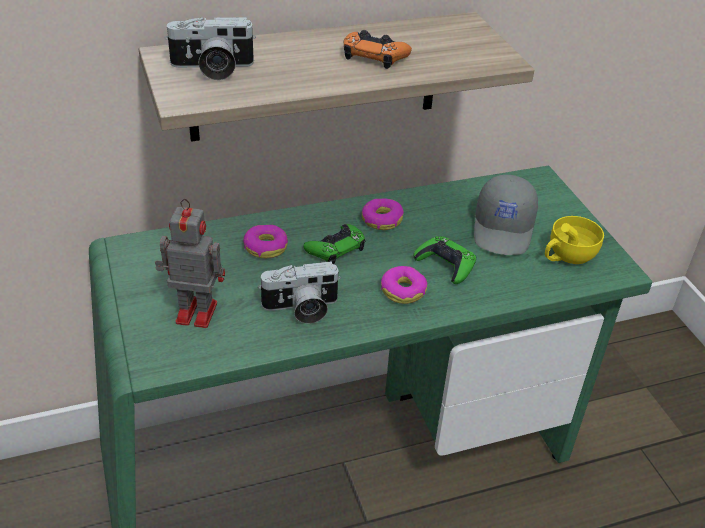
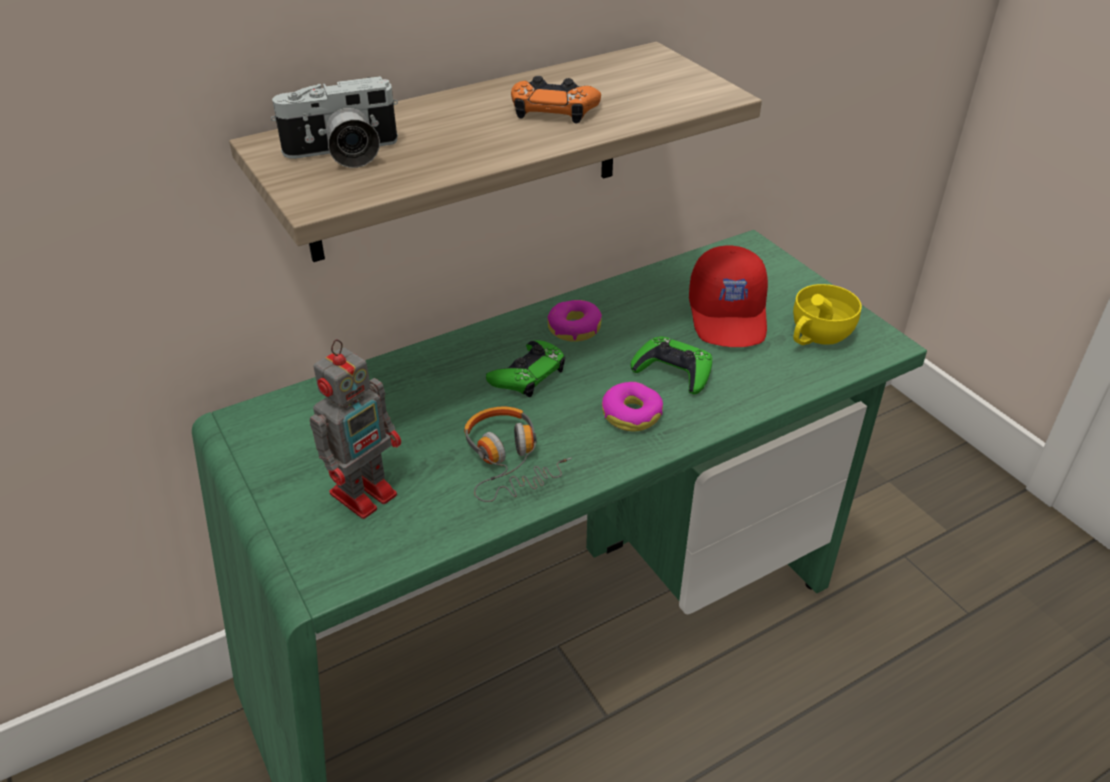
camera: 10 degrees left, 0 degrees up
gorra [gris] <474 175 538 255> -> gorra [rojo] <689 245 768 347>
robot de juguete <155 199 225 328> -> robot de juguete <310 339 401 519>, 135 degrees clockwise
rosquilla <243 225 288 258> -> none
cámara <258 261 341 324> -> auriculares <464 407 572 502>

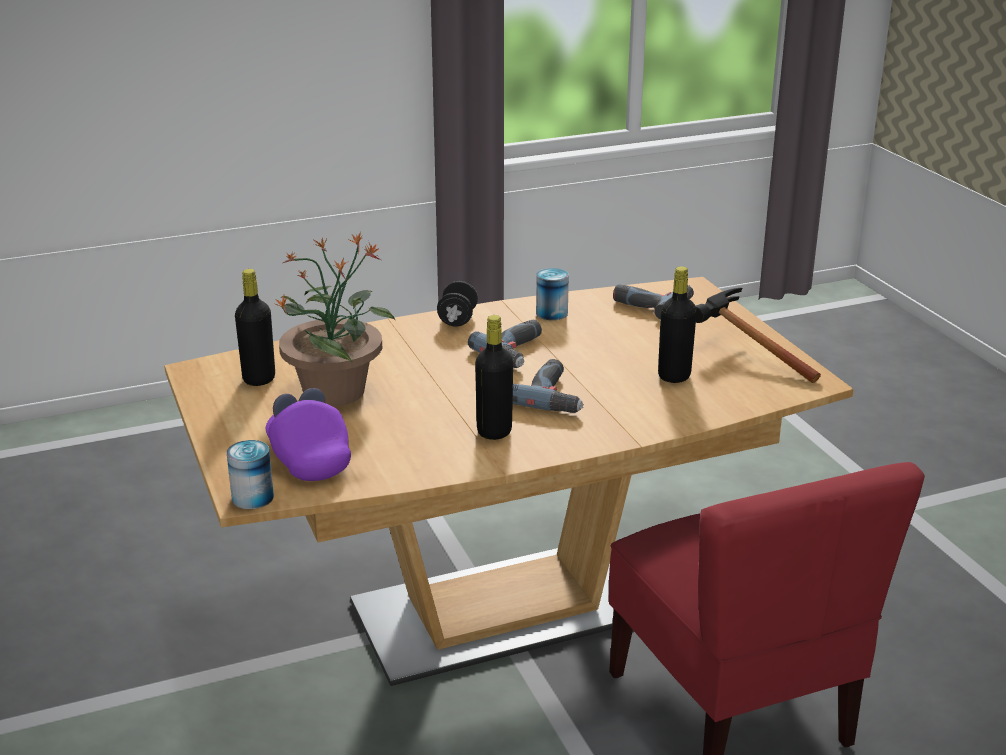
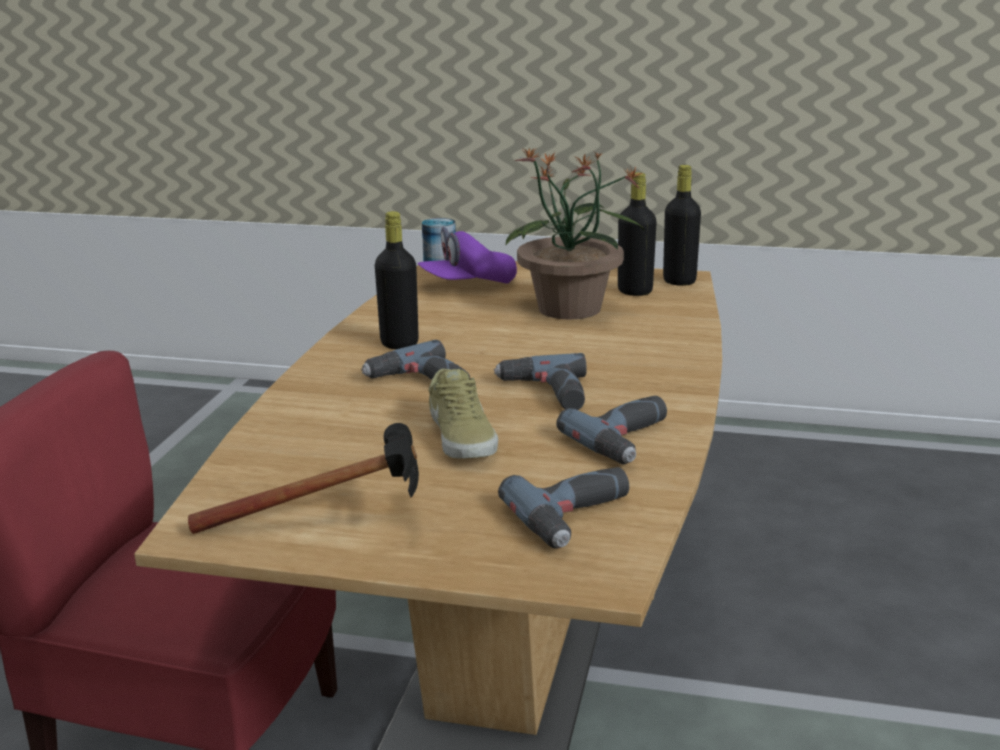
camera: 125 degrees right, 5 degrees down
botella [negro] <658 266 697 383> -> botella [negro] <663 165 701 286>, moved
lata <536 268 569 320> -> taladro <556 396 667 464>
mancuerna [negro] <437 281 478 327> -> none
gorra [morado] <265 388 351 481> -> gorra [morado] <418 227 517 284>, 150 degrees clockwise
none -> zapato [beis] <428 369 498 459>

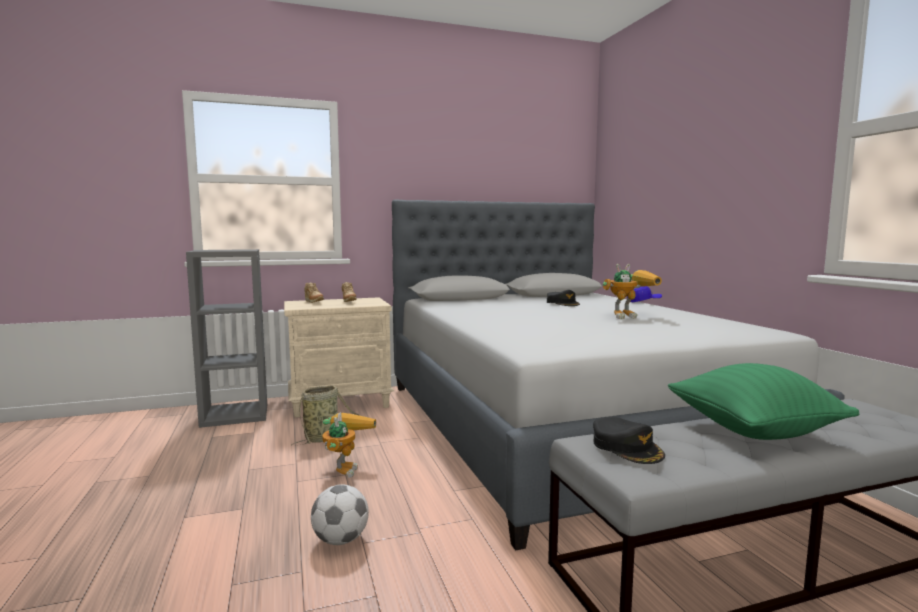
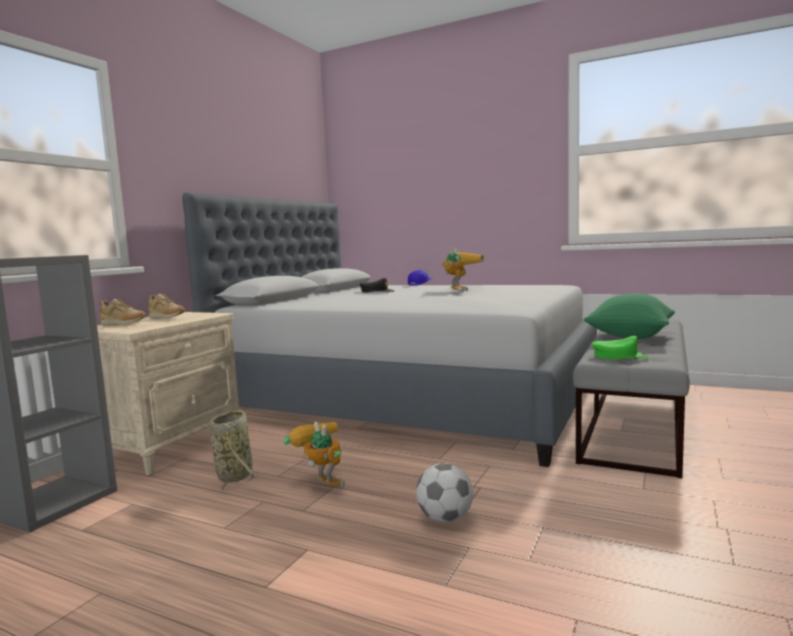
camera: 45 degrees left, 0 degrees up
gorra [negro] <593 417 665 464> -> gorra [verde] <591 336 650 360>

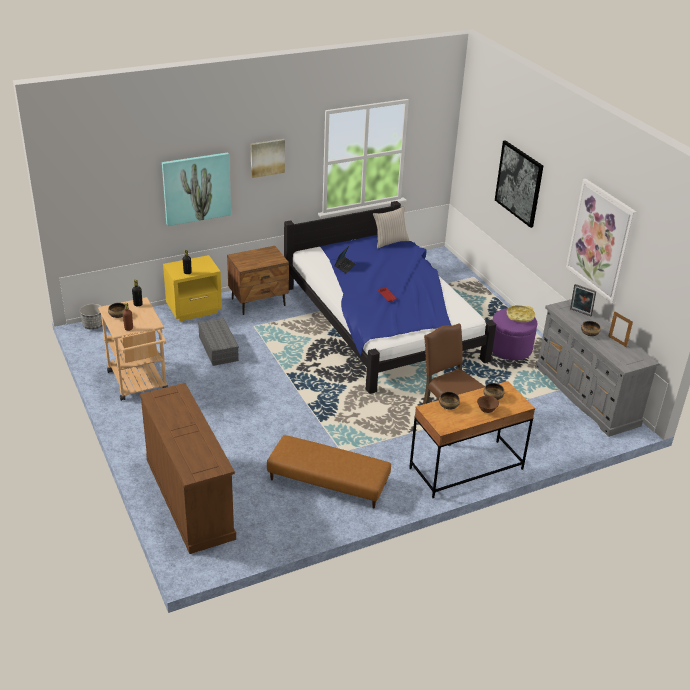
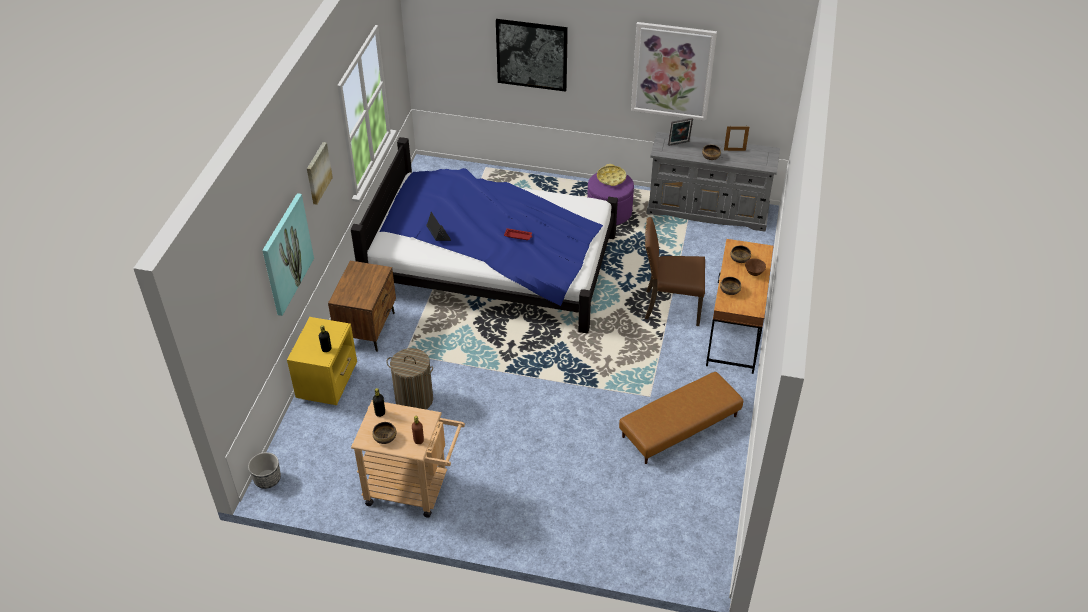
camera: 50 degrees left, 10 degrees up
cojín [beis] <373 206 409 249> -> none
caja de almacenaje [gris] <198 318 239 366> -> cesto de la ropa <387 348 433 410>
cómoda [marrón] <140 383 236 554> -> none

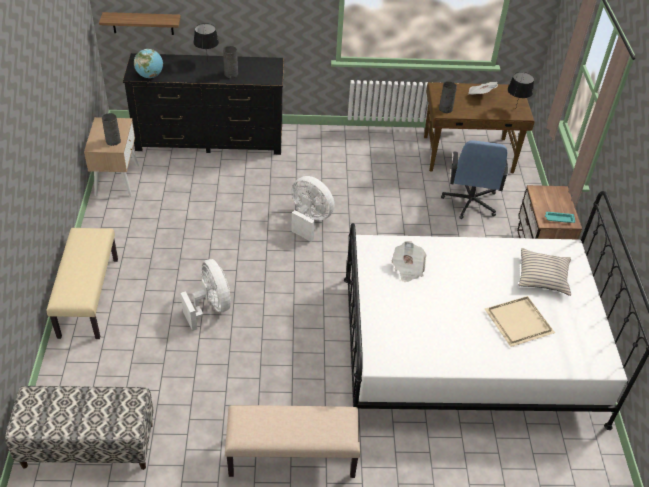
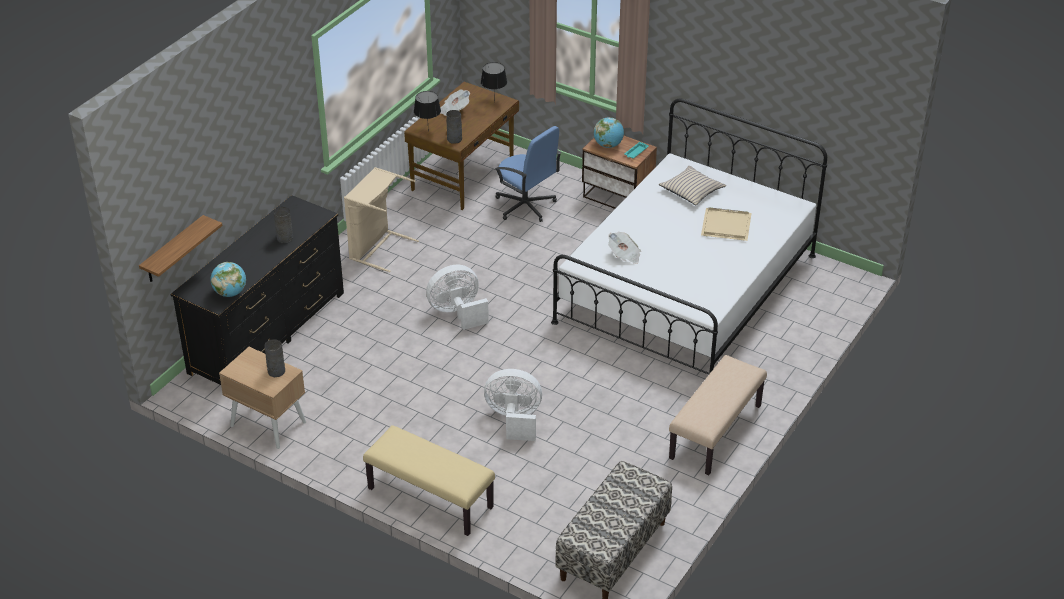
camera: 55 degrees left, 5 degrees down
lámpara de mesa [negro] <194 23 219 62> -> lámpara de mesa [negro] <414 91 441 132>, moved
none -> globo terráqueo <594 117 624 148>
none -> cesto de la ropa [beis] <344 167 419 272>

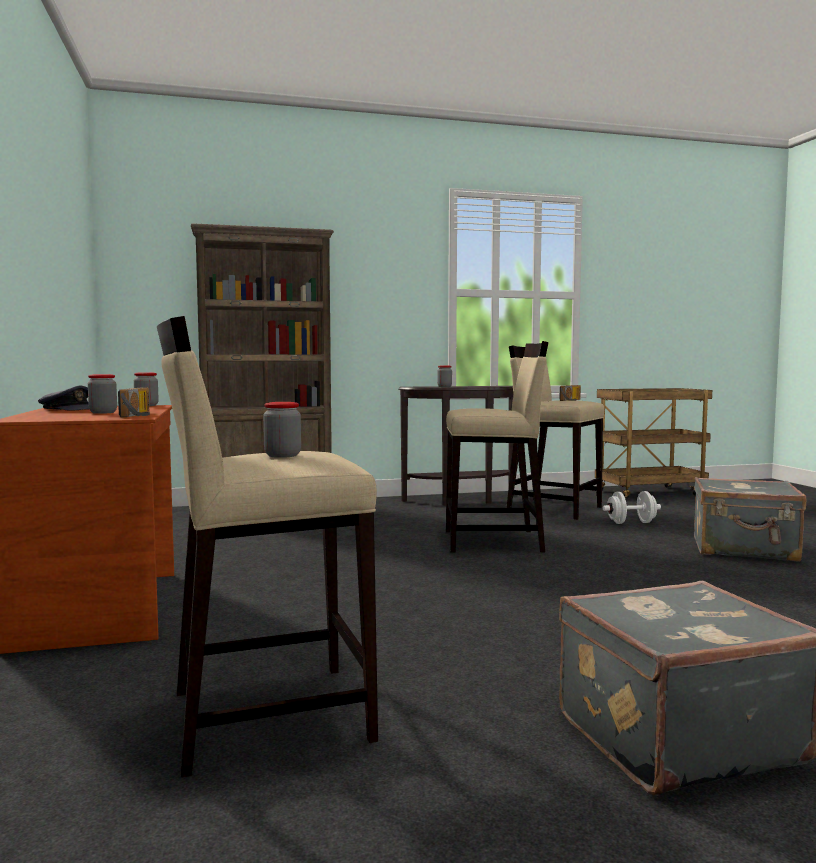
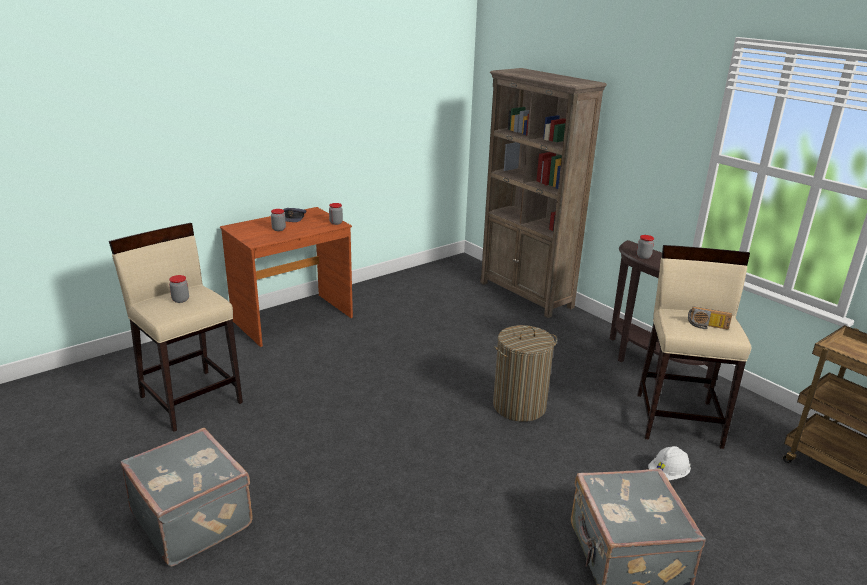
camera: 65 degrees right, 20 degrees up
taburete [beis] <446 341 548 552> -> cesto de la ropa <493 325 557 422>
radio <118 387 150 417> -> none
mancuerna [blanco] <603 491 661 524> -> casco [blanco] <648 446 691 480>

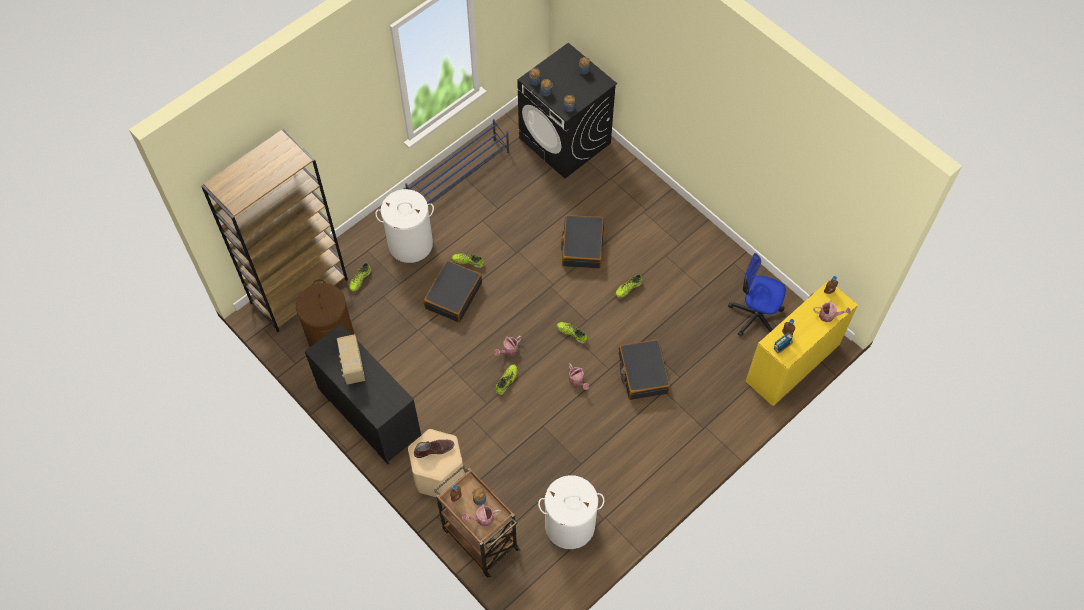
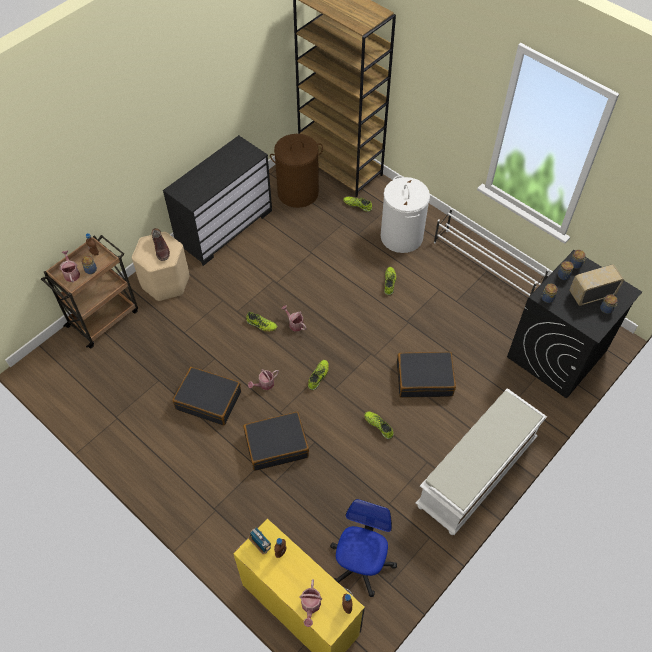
camera: 85 degrees right, 5 degrees down
zapatero [azul] <405 119 509 204> -> zapatero [blanco] <434 208 549 296>
maleta [negro] <424 260 482 323> -> maleta [negro] <173 367 241 426>, moved
radio <337 334 365 385> -> radio <569 264 624 306>, moved
cesto de la ropa [blanco] <538 475 604 549> -> none
none -> banco [blanco] <416 388 547 535>

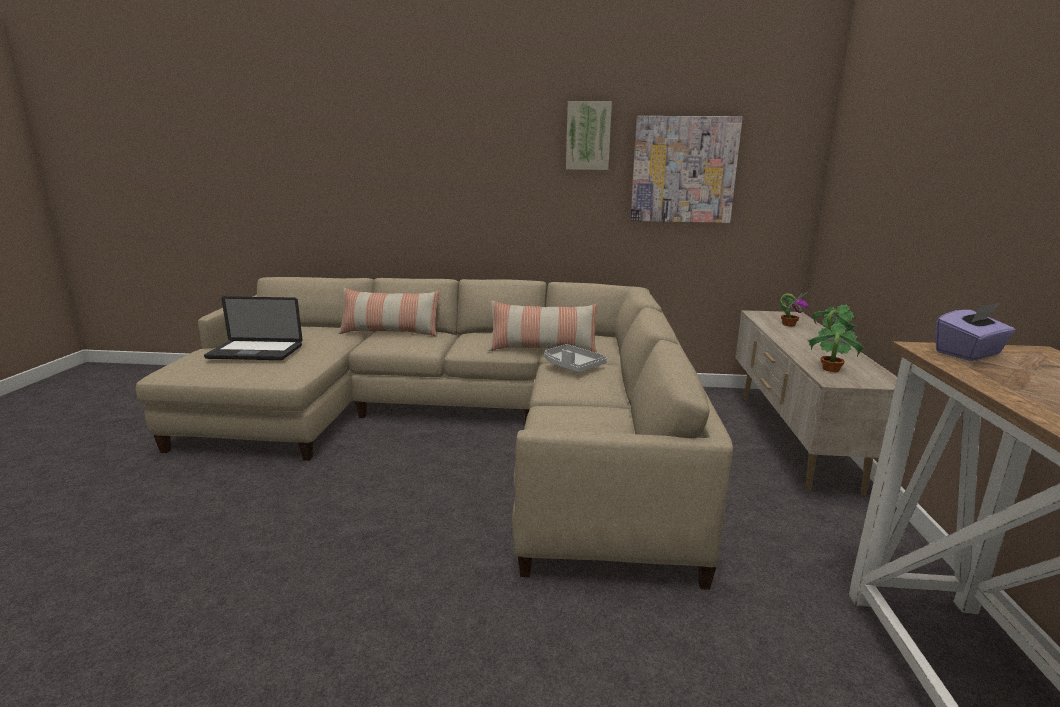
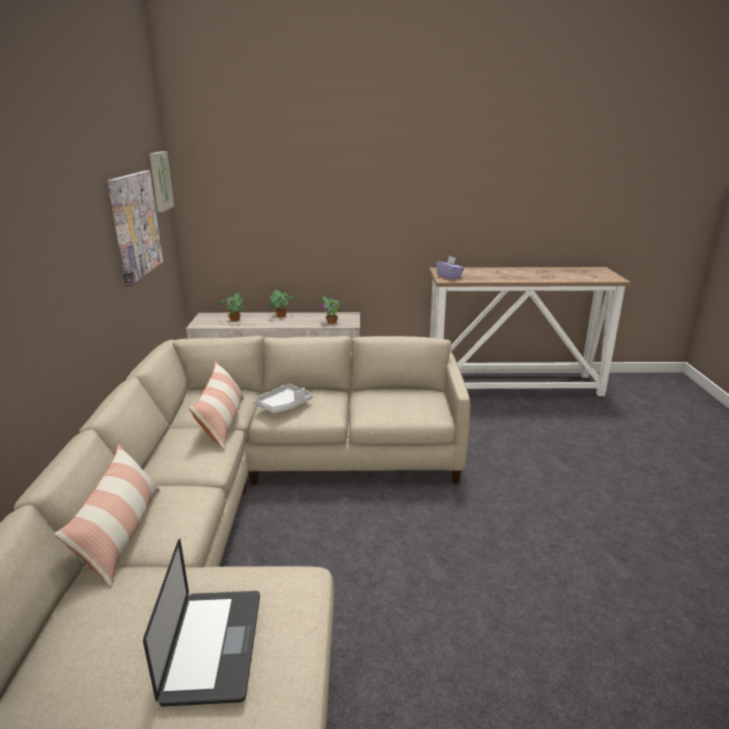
camera: 95 degrees left, 5 degrees up
cuadro <566 101 612 170> -> cuadro <150 151 174 212>, moved

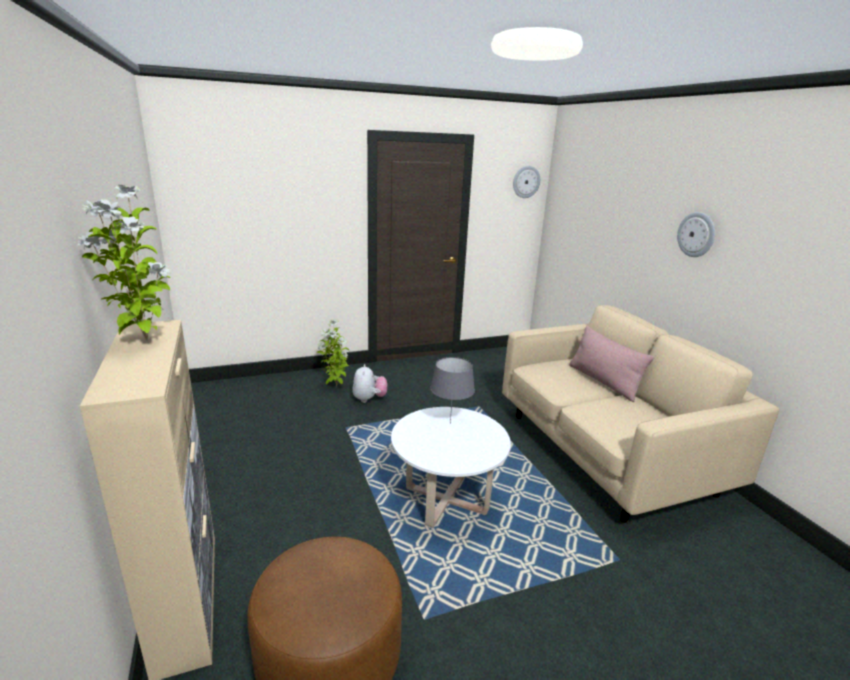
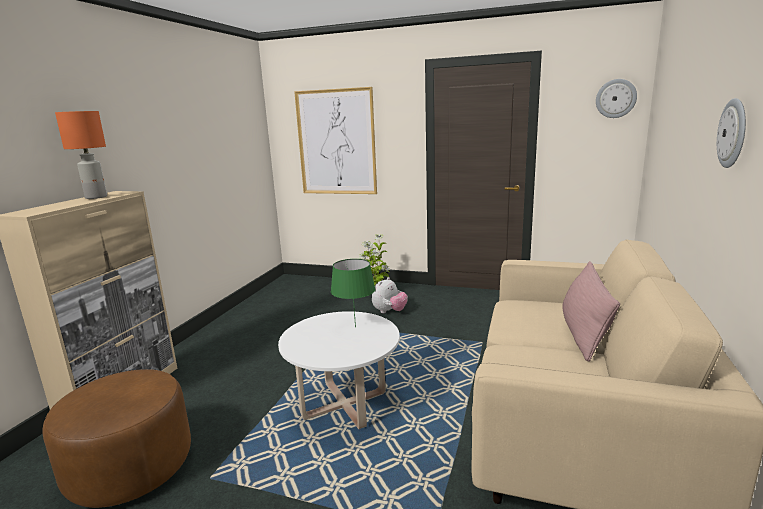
camera: 40 degrees right, 5 degrees down
planta en maceta <77 185 171 341> -> lámpara de mesa [naranja] <55 111 107 199>
lámpara de mesa [gris] <430 357 475 424> -> lámpara de mesa [verde] <331 259 375 327>
none -> cuadro <294 87 377 194>

